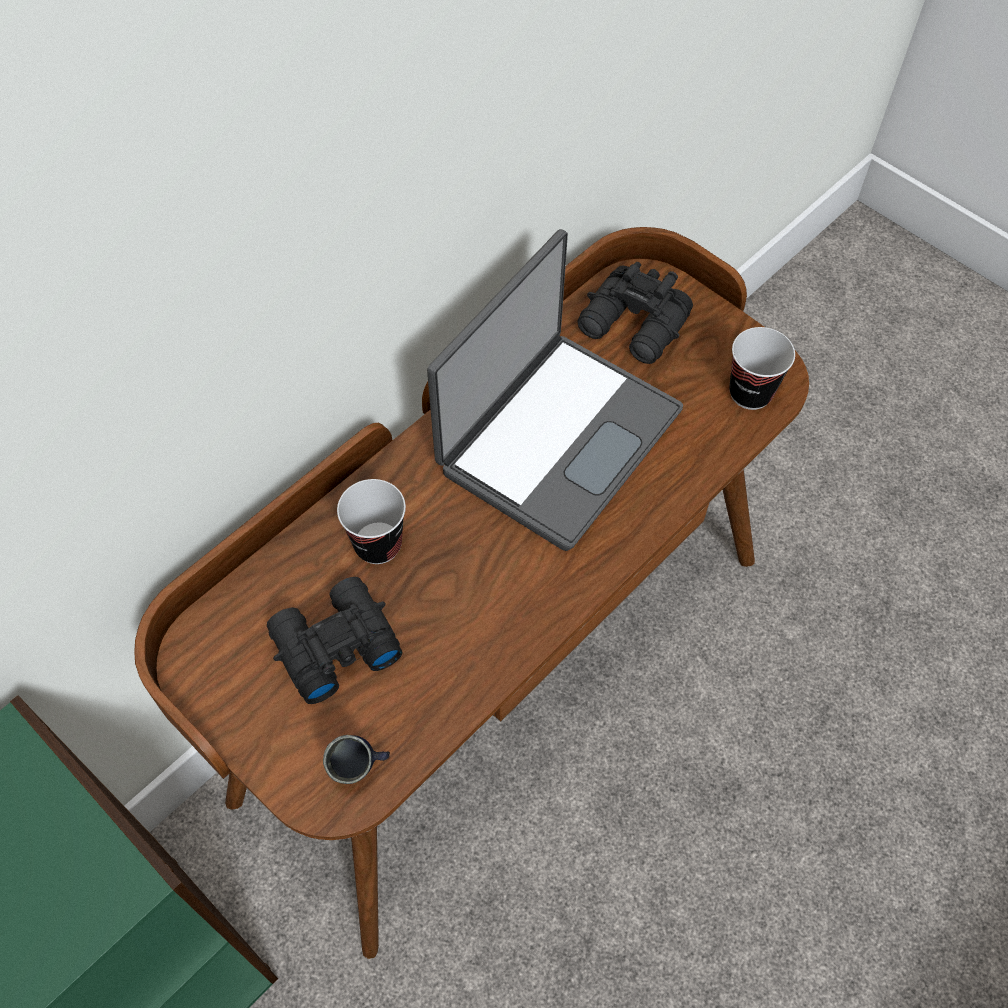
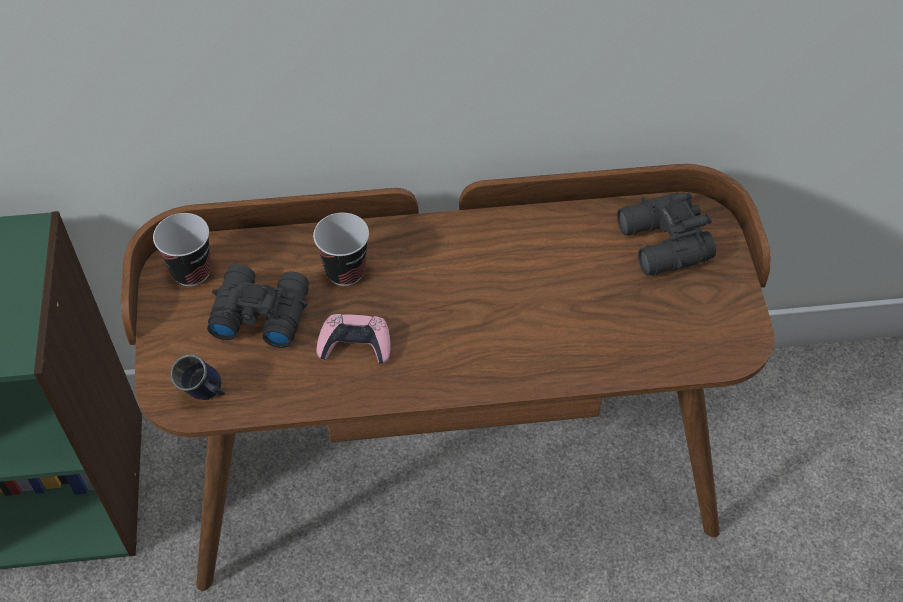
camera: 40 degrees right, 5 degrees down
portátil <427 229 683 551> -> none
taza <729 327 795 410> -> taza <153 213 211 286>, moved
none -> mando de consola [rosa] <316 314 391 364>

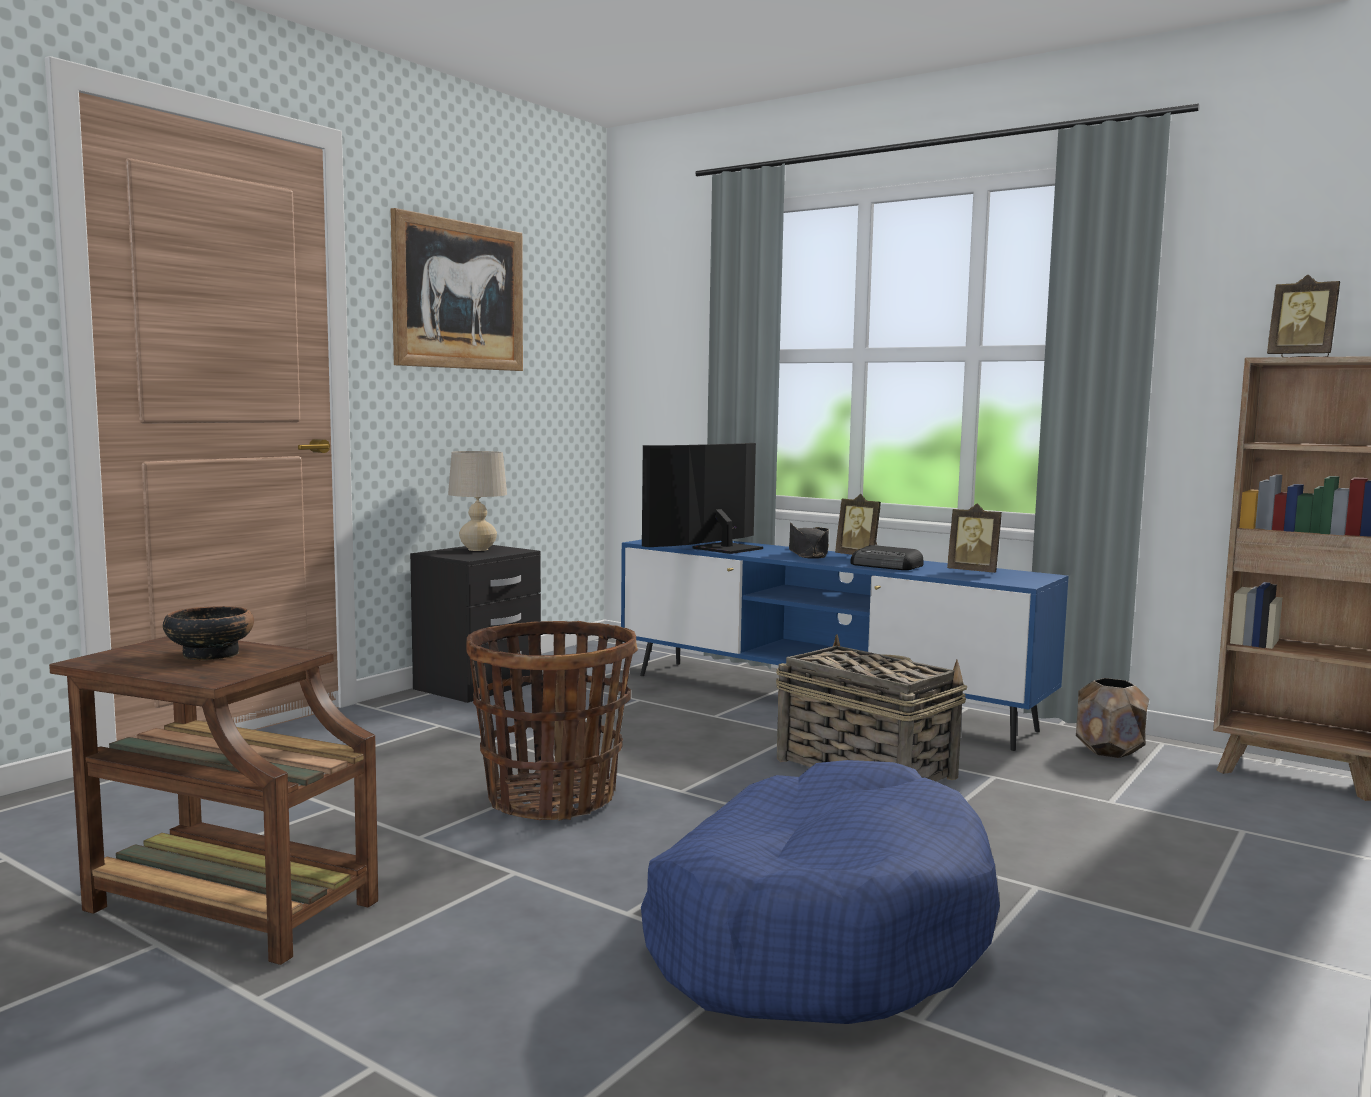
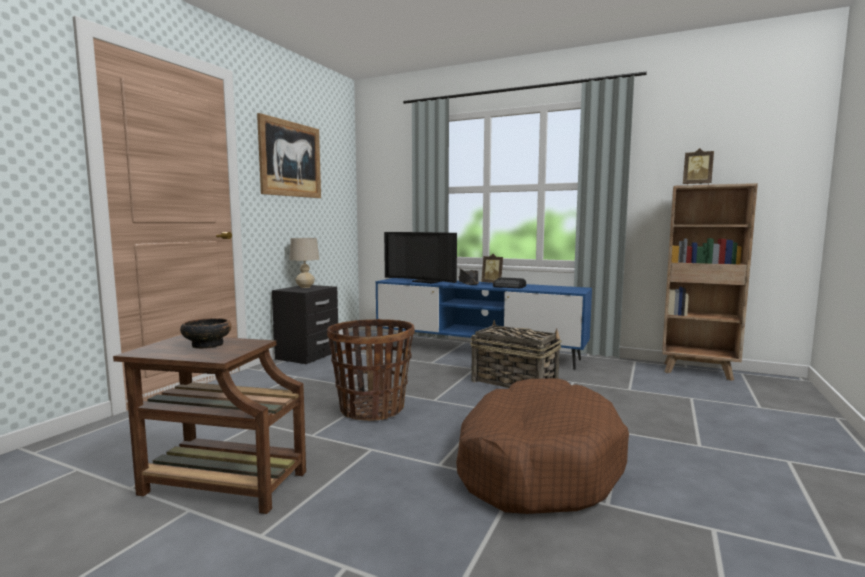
camera: 10 degrees left, 0 degrees up
televisor <642 443 763 554> -> televisor <384 232 457 283>, 90 degrees counterclockwise
portarretratos <947 504 1002 573> -> none
maceta [marrón] <1076 678 1149 758> -> none
cama para perro [azul] <641 760 1000 1024> -> cama para perro [marrón] <456 378 629 514>

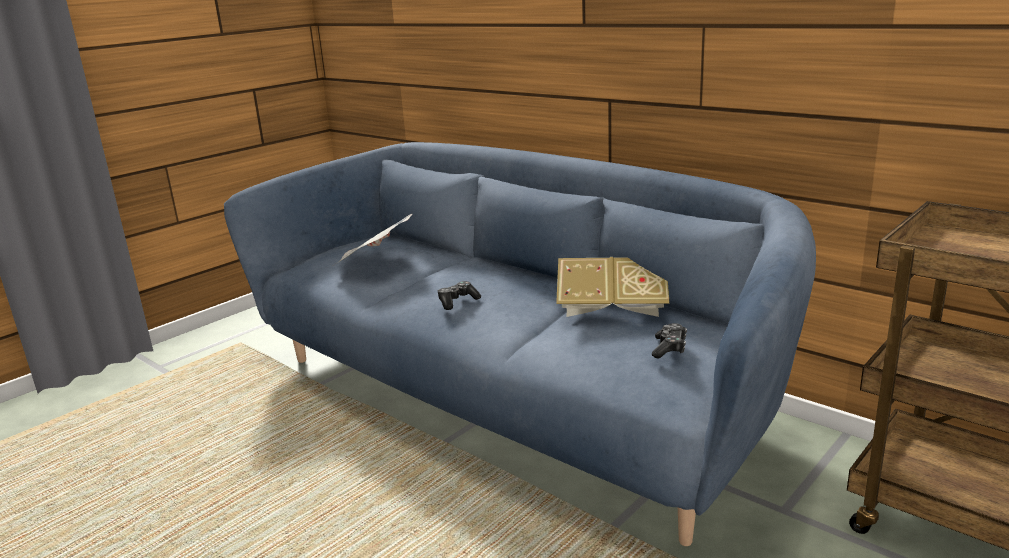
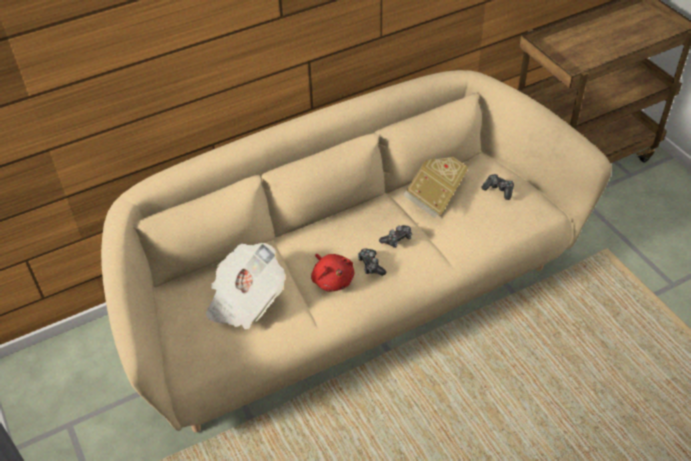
camera: 70 degrees left, 25 degrees up
sofá [azul] <224 142 816 546> -> sofá [beis] <101 70 612 432>
none -> mando de consola <379 225 412 248>
none -> peluche [rojo] <311 254 354 292>

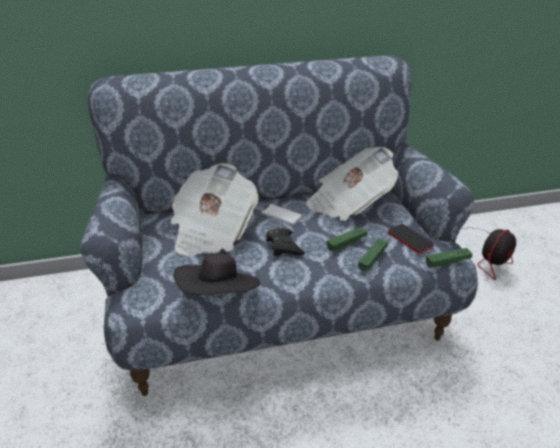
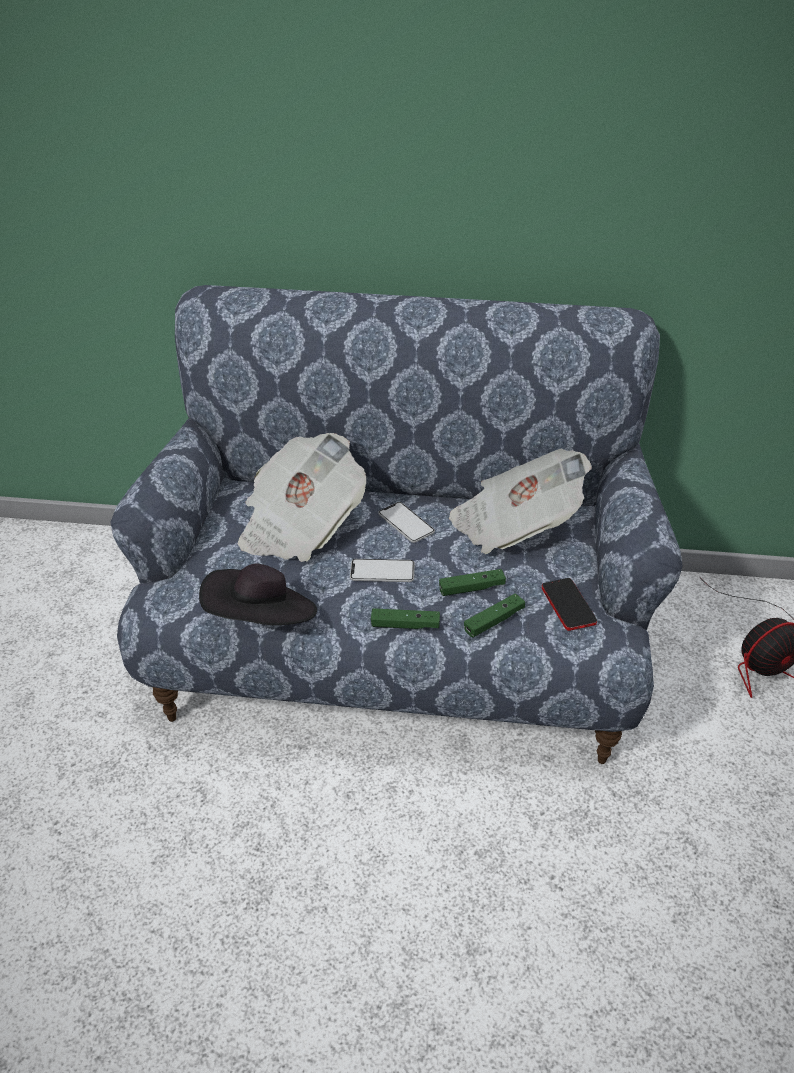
camera: 20 degrees right, 5 degrees up
mando de consola [negro] <266 228 305 256> -> móvil <350 559 415 582>
mando de consola [verde] <426 248 473 268> -> mando de consola [verde] <371 608 440 629>, moved

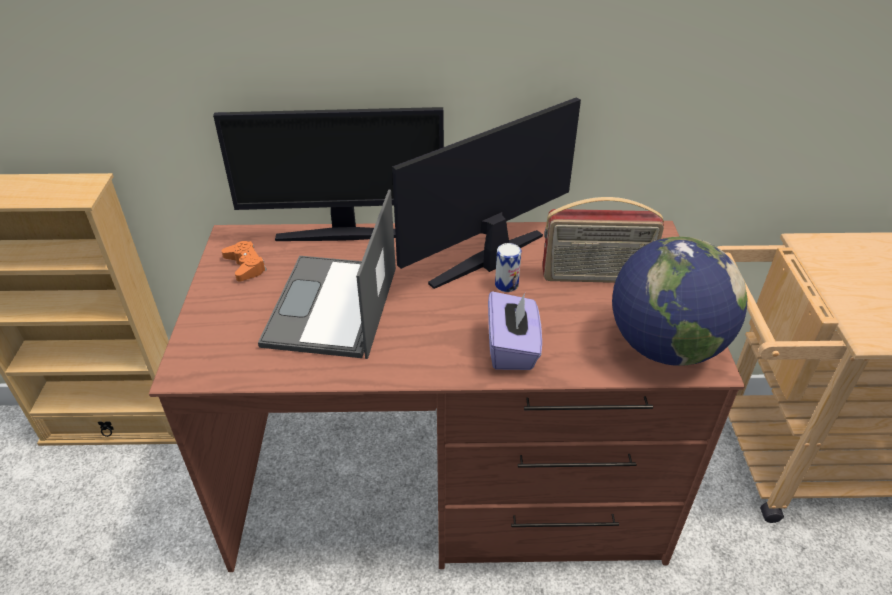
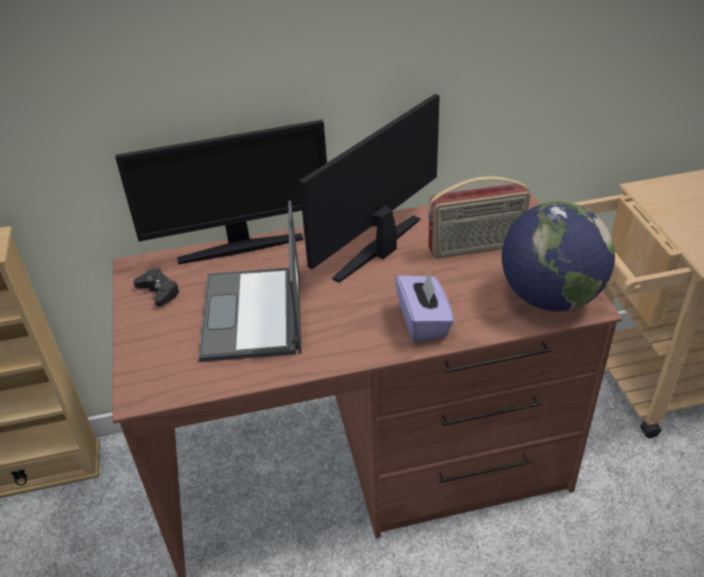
camera: 10 degrees left, 0 degrees up
mando de consola [naranja] <222 241 267 281> -> mando de consola [negro] <133 268 180 307>
lata <495 243 521 292> -> none

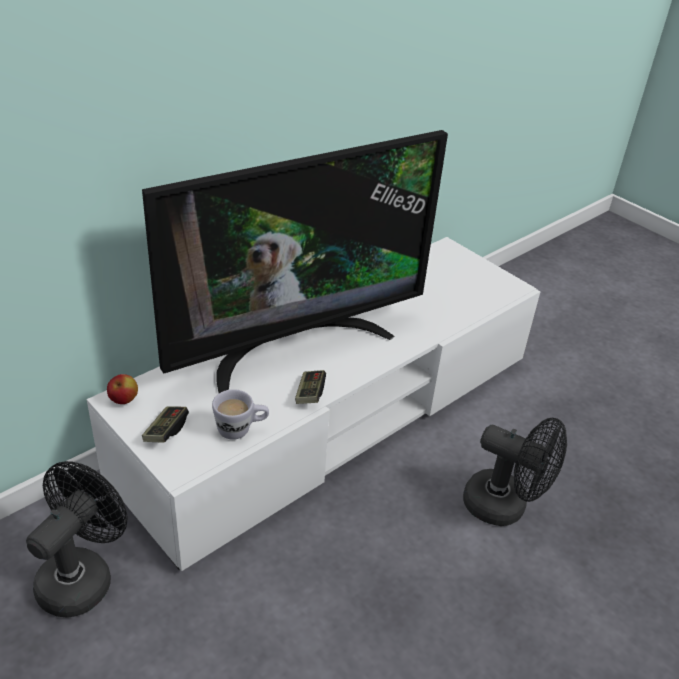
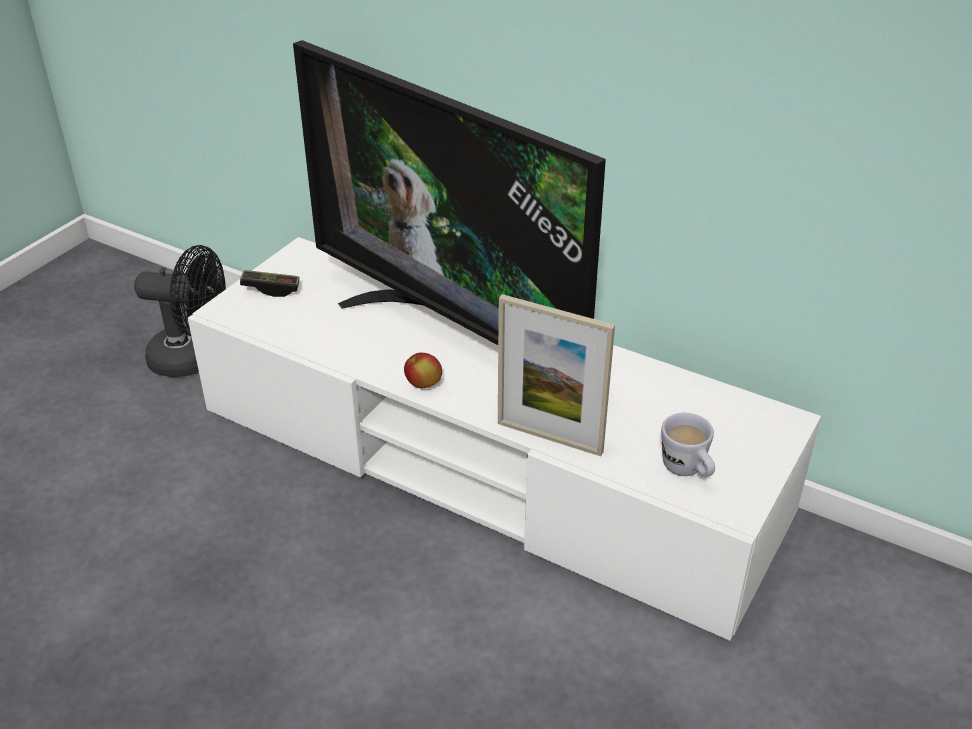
camera: 75 degrees right, 0 degrees up
mando de consola <295 370 326 404> -> none
manzana <107 374 138 404> -> manzana <404 353 442 388>, moved
taza grande [blanco] <212 389 269 440> -> taza grande [blanco] <661 413 715 477>, moved
ventilador [negro] <463 418 567 526> -> none
none -> portarretratos <498 294 615 456>

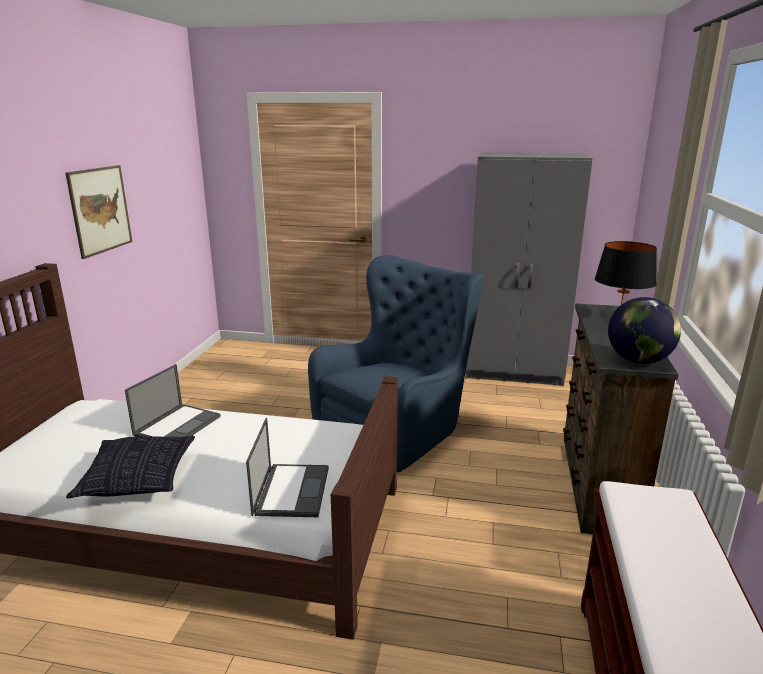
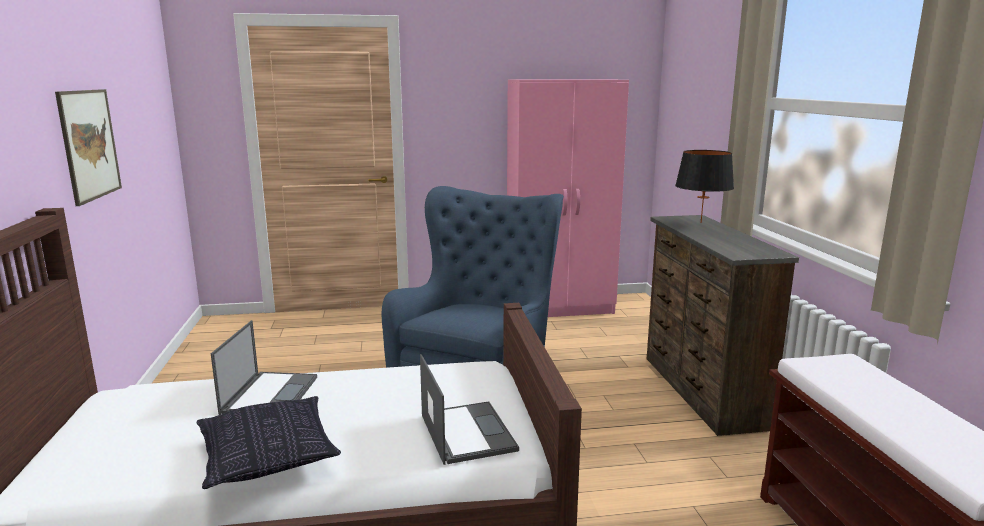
camera: 20 degrees left, 5 degrees down
armario ropero [gris] <465 152 593 386> -> armario ropero [rosa] <507 79 629 317>
globo terráqueo <608 297 681 364> -> none

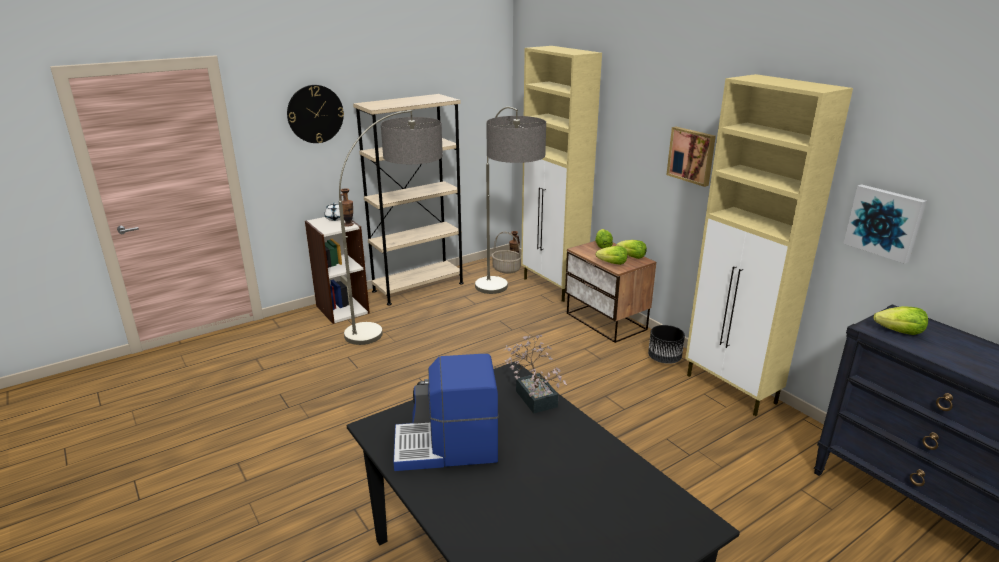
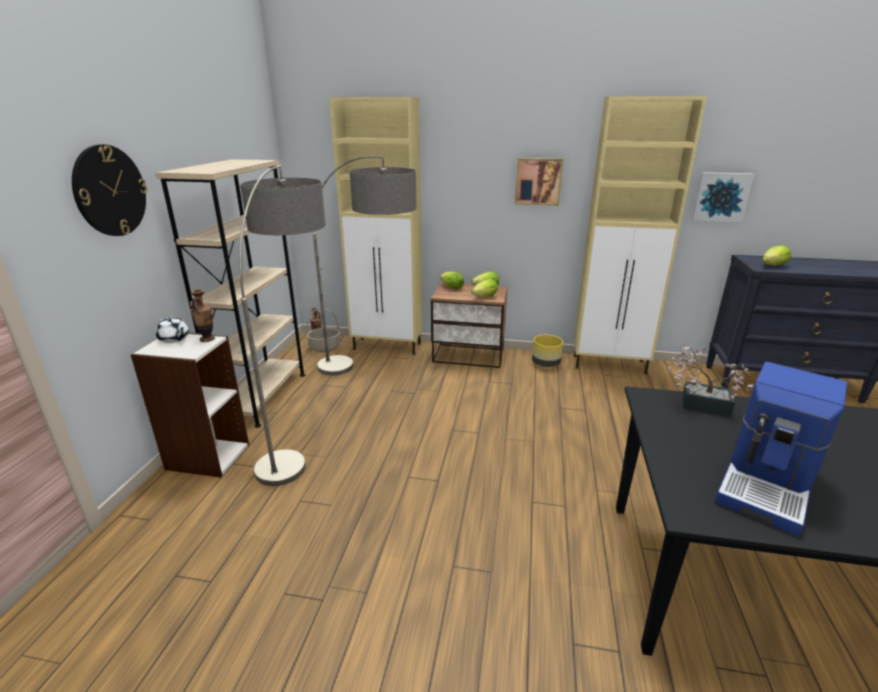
camera: 45 degrees left, 0 degrees up
maceta [negro] <648 325 685 364> -> maceta [amarillo] <532 335 563 367>

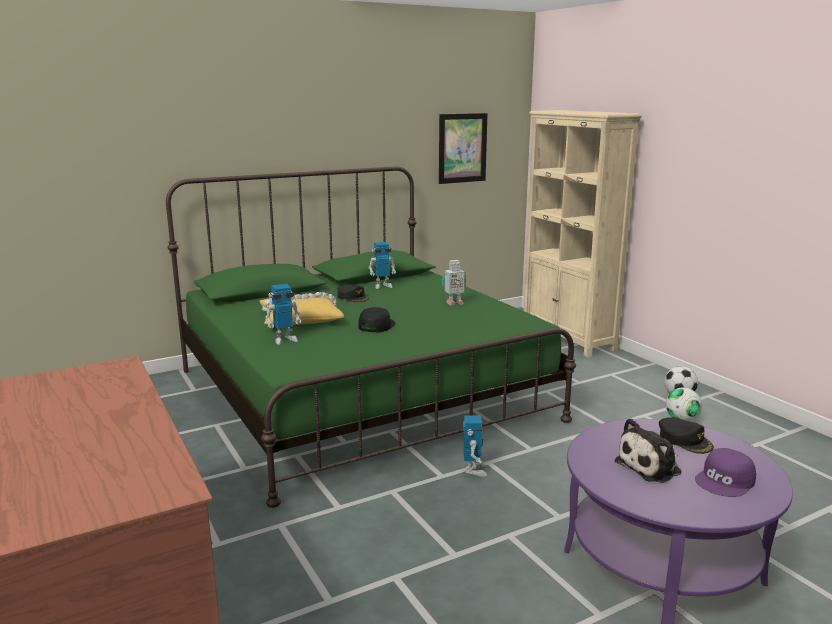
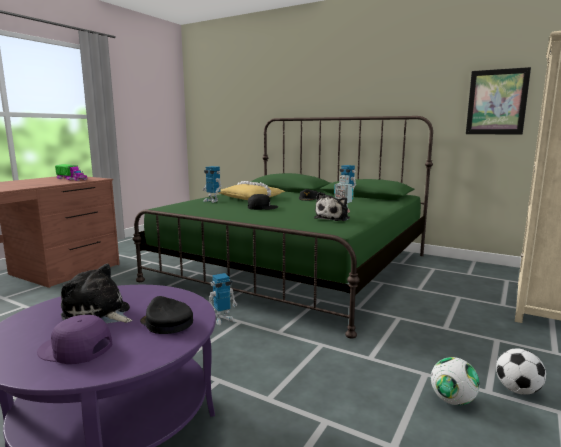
camera: 60 degrees right, 5 degrees down
gorra [negro] <659 417 714 454> -> gorra [negro] <140 296 193 334>, 105 degrees clockwise
none -> camión de juguete <55 164 87 181>
none -> peluche <314 192 350 221>

